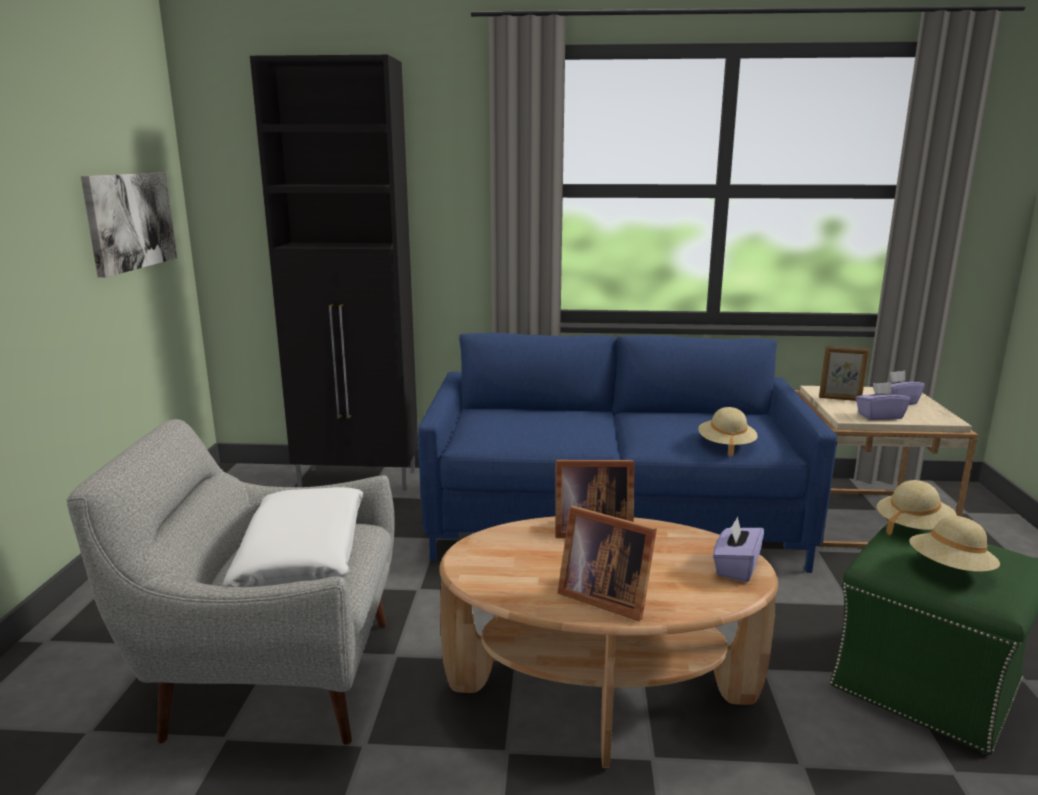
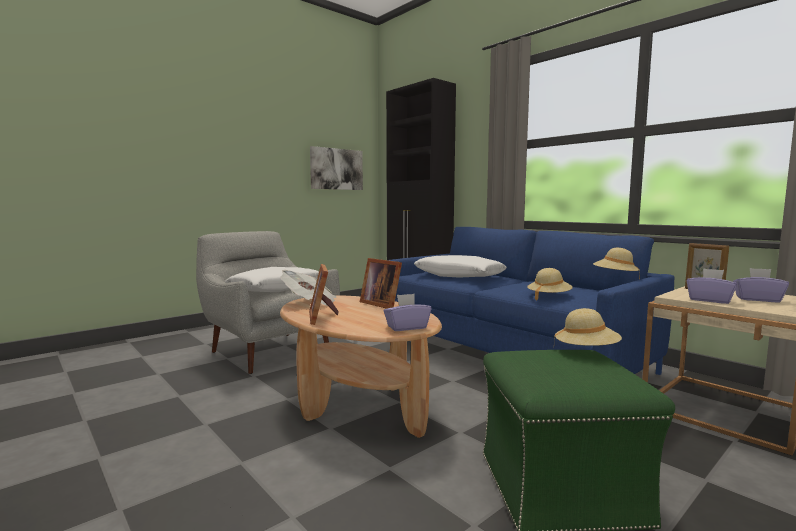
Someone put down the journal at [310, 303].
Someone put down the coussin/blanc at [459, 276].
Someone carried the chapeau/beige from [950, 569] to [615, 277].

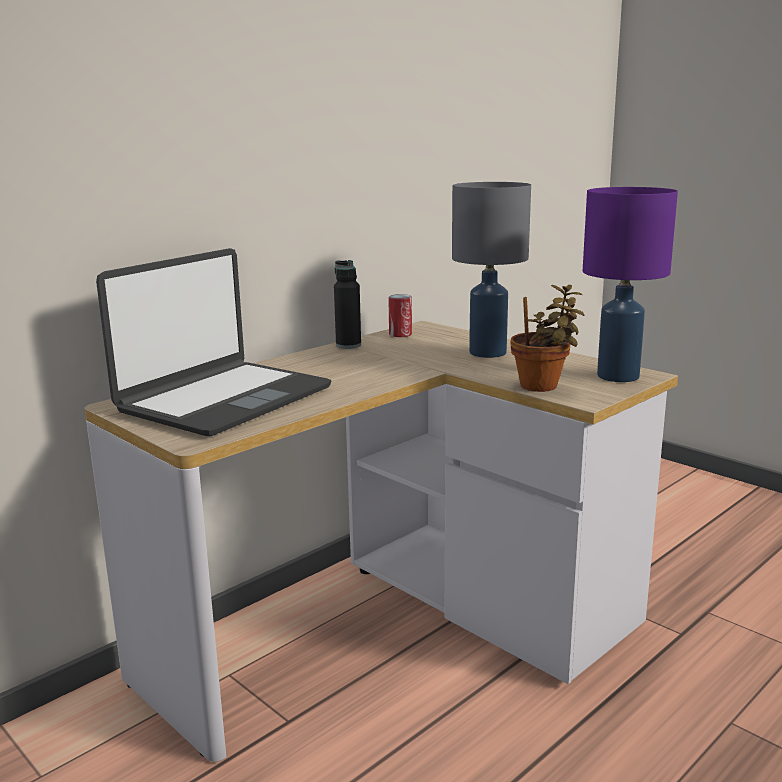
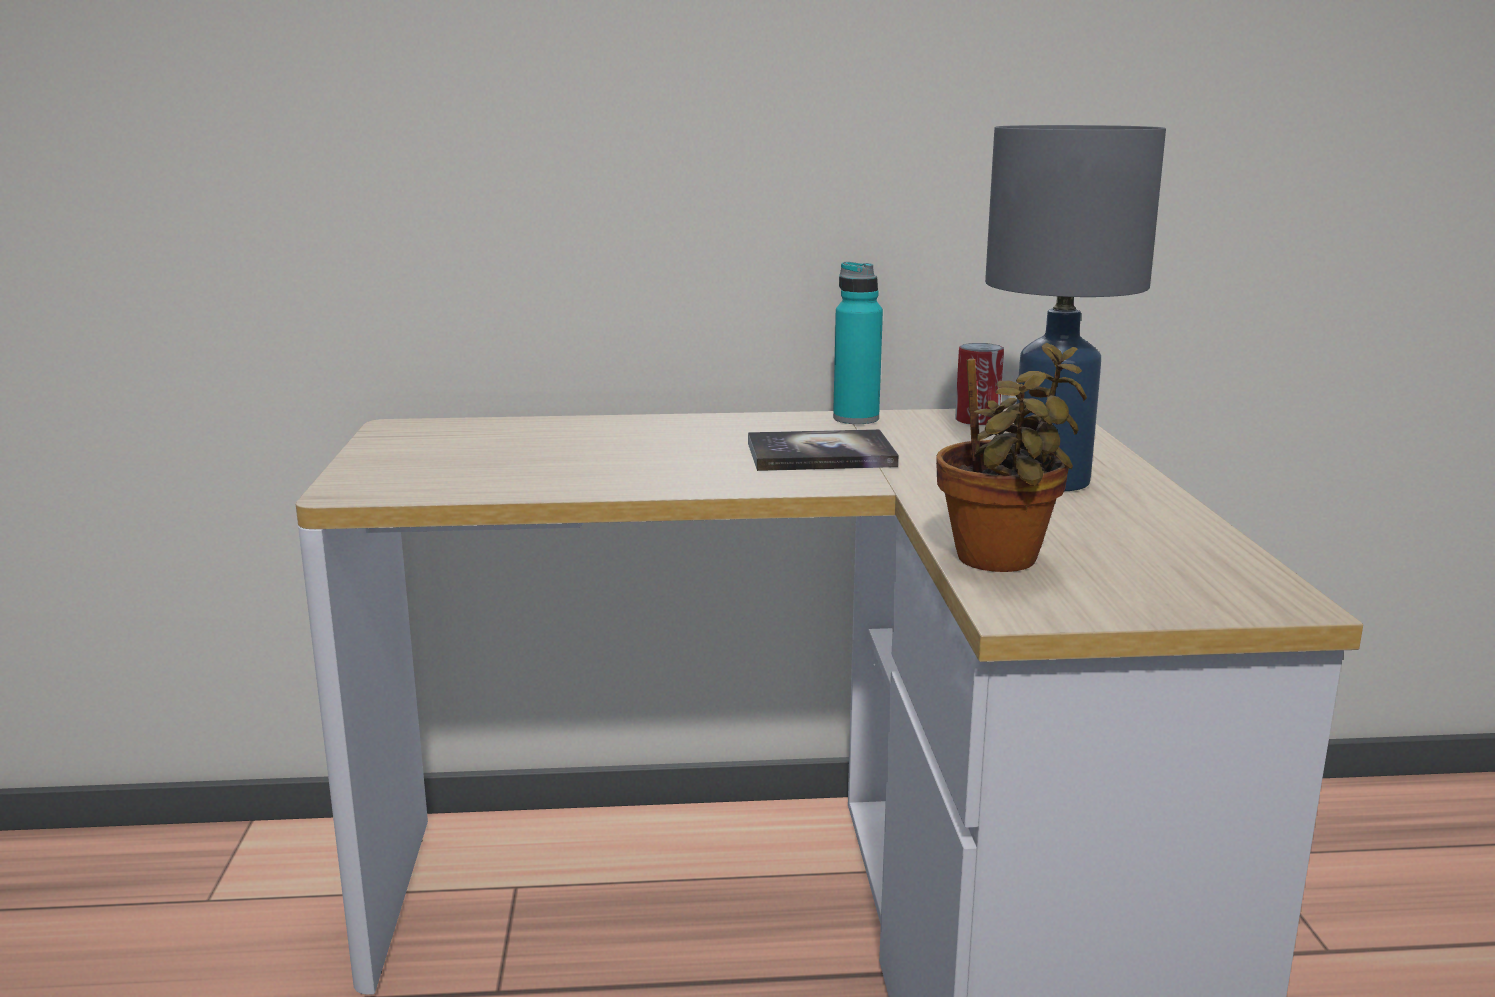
Someone put down the livre at [820, 455].
Someone repainted the bouteille/noir at [348, 345], which became the bouteille/turquoise at [856, 419].
Someone took away the ordinateur portable at [224, 399].
Someone took away the lampe de table/violet at [619, 376].

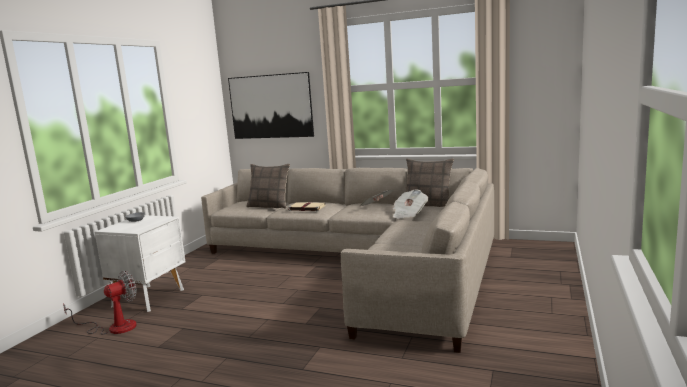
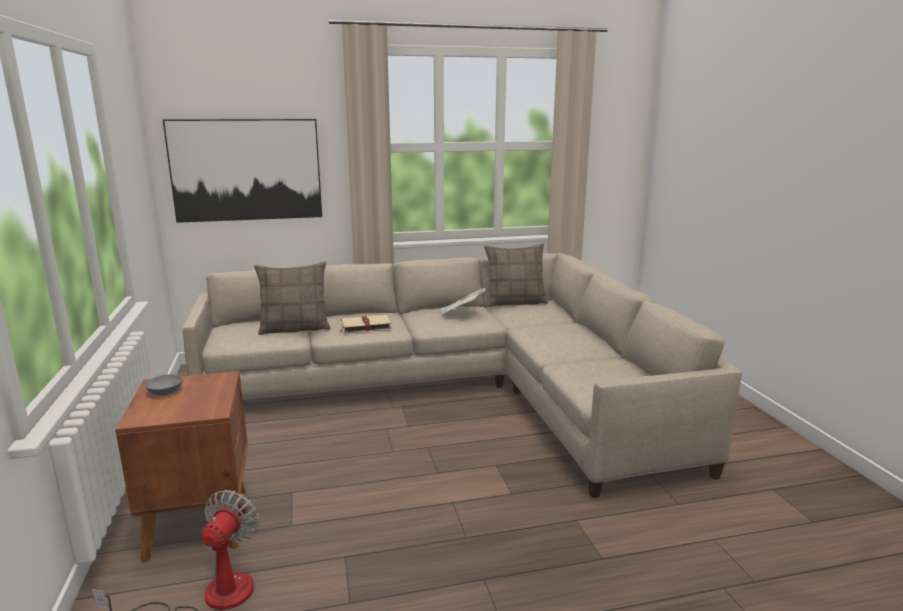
Someone repainted the table de chevet/blanc at [150, 297], which became the table de chevet/marron at [200, 522].
Someone took away the journal at [409, 214].

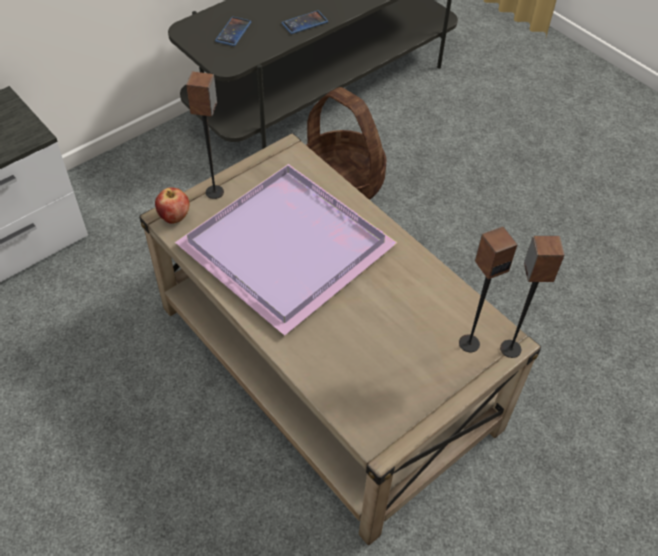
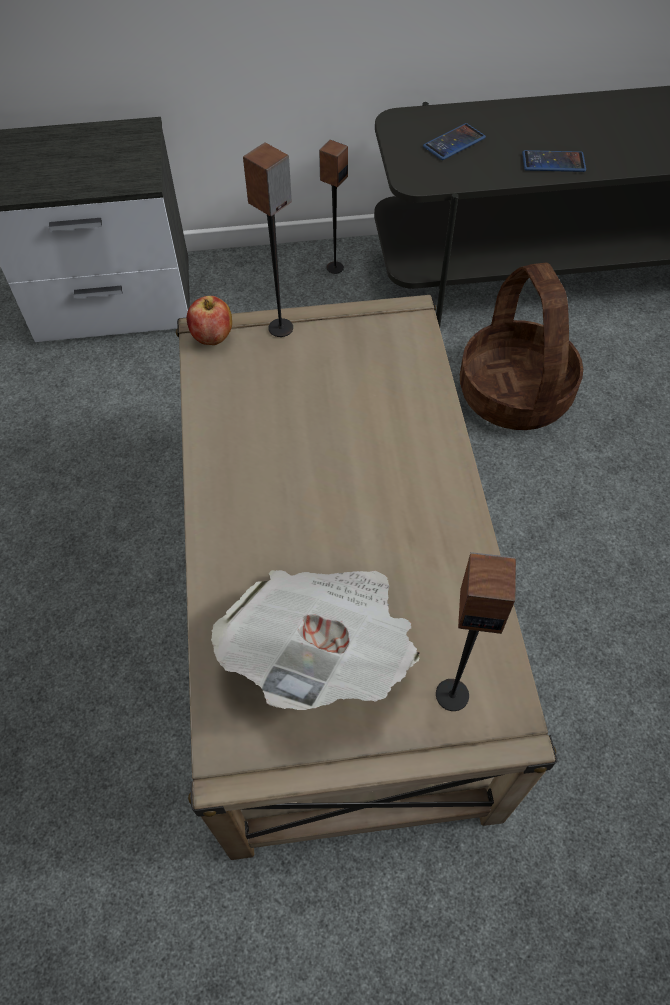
Someone put down the journal at [324, 648].
Someone carried the enceinte from [510, 349] to [334, 267].
Someone took away the plateau/violet at [291, 247].

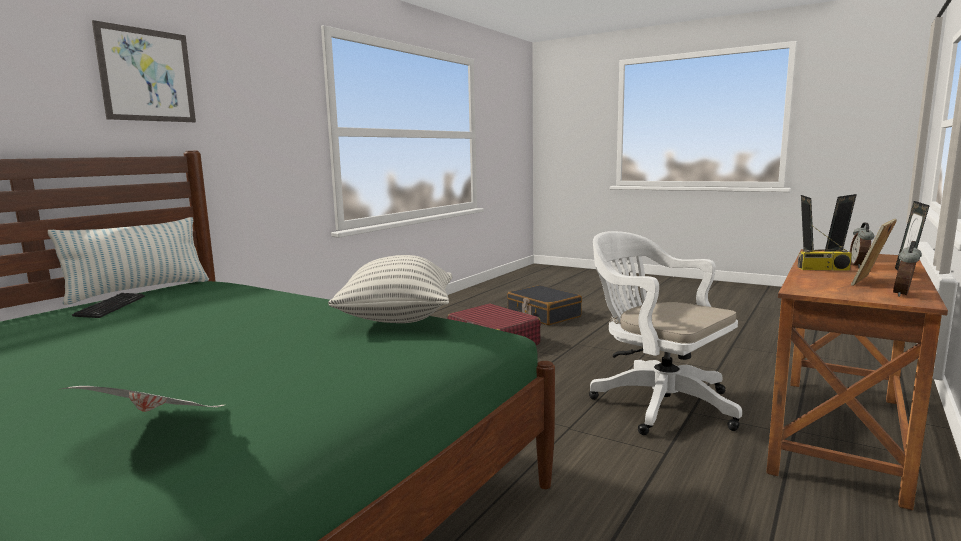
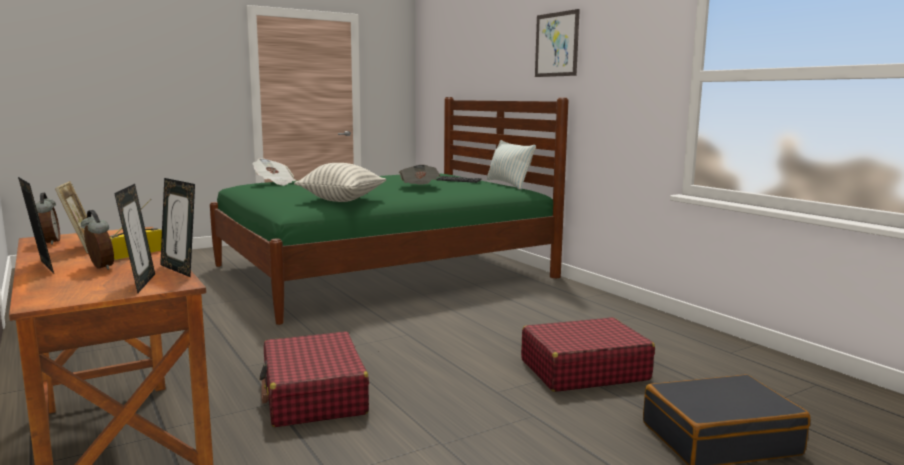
Someone swapped the chaise de bureau/blanc at [657, 403] for the valise/rouge at [314, 395].
Someone put down the journal at [419, 187].

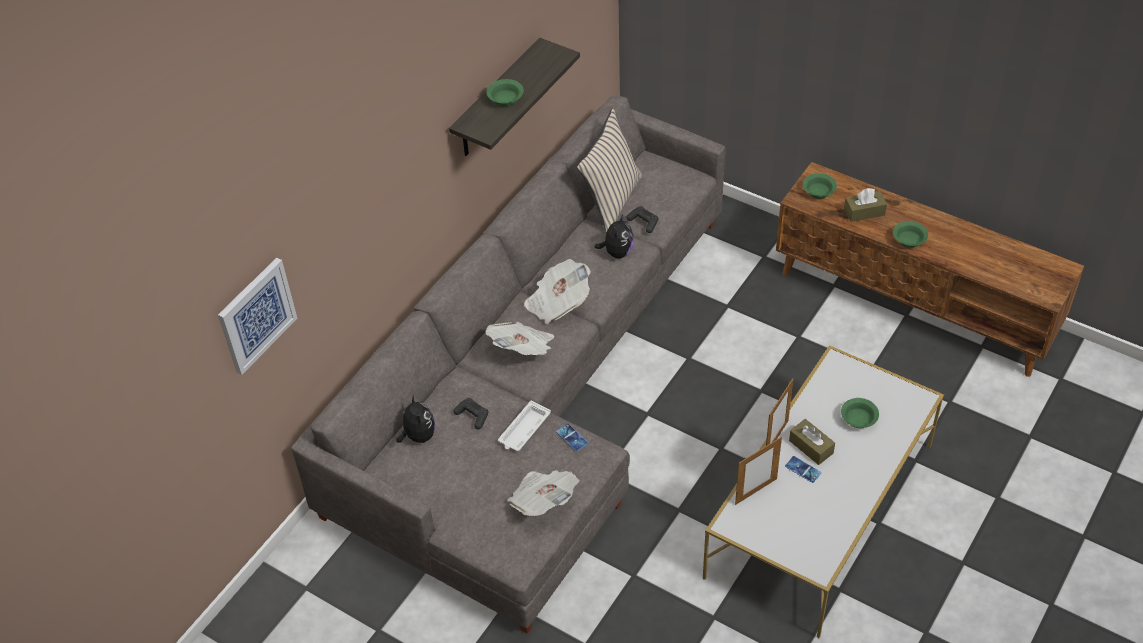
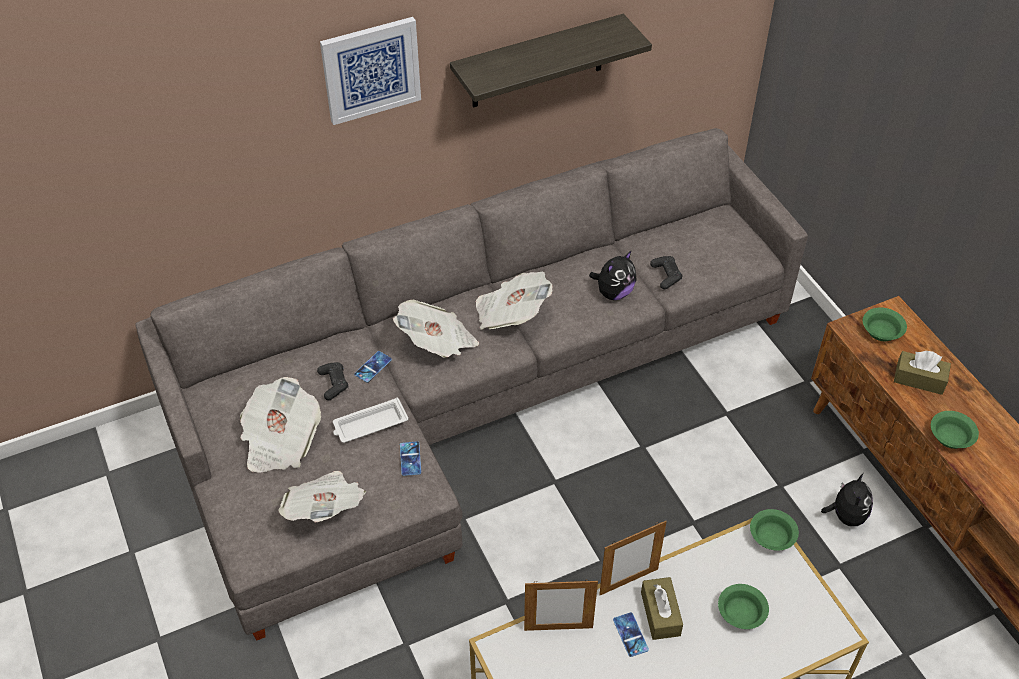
Someone put down the journal at [280, 441].
Someone carried the tableau from [256, 315] to [371, 69].
Someone put down the téléphone at [373, 367].
Someone carried the bol/vert from [506, 99] to [773, 536].
Someone carried the peluche from [418, 436] to [845, 516].
Someone took away the coussin/beige at [611, 201].

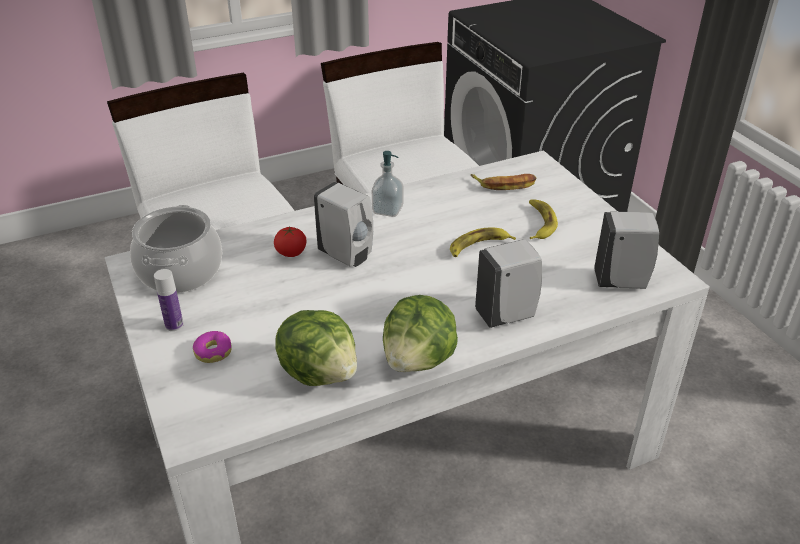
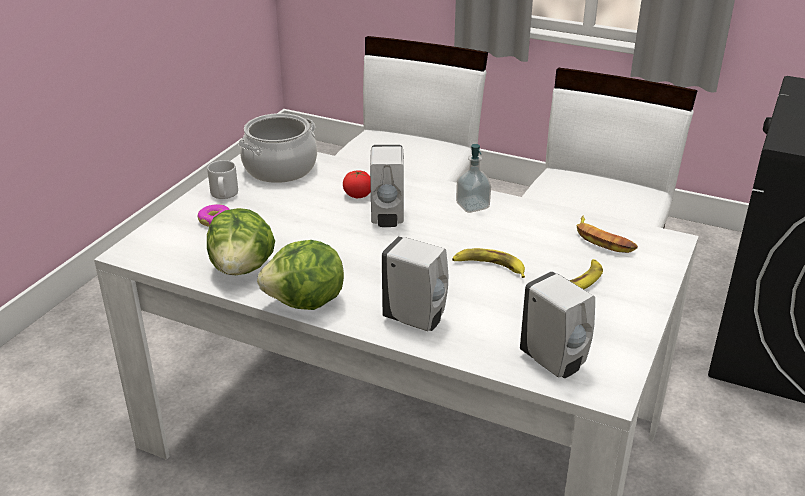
Someone swapped the bouteille at [174, 325] for the mug/gris at [224, 194].

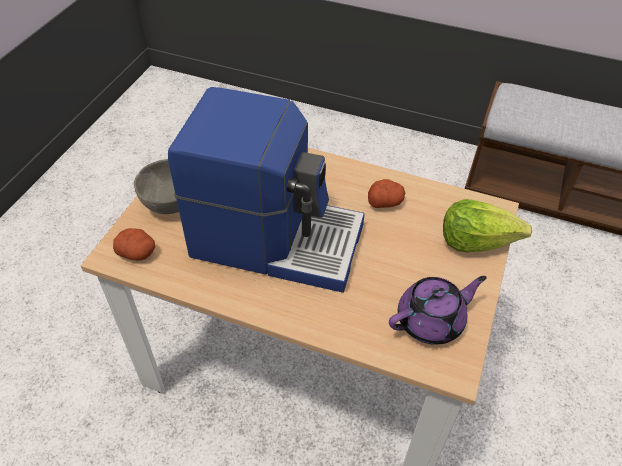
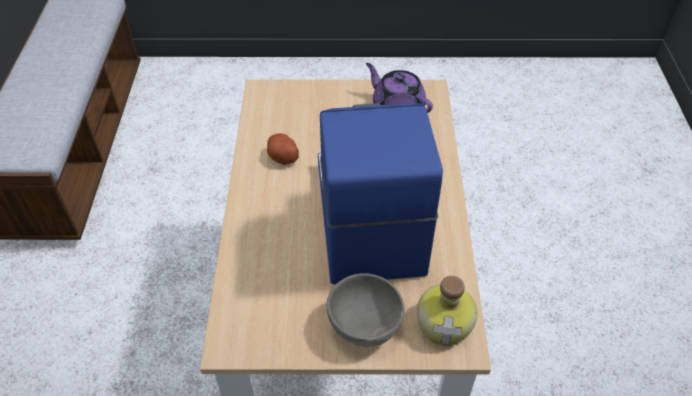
Someone swapped the pomme de terre at [138, 252] for the bouteille at [445, 323].
Someone took away the laitue at [477, 240].

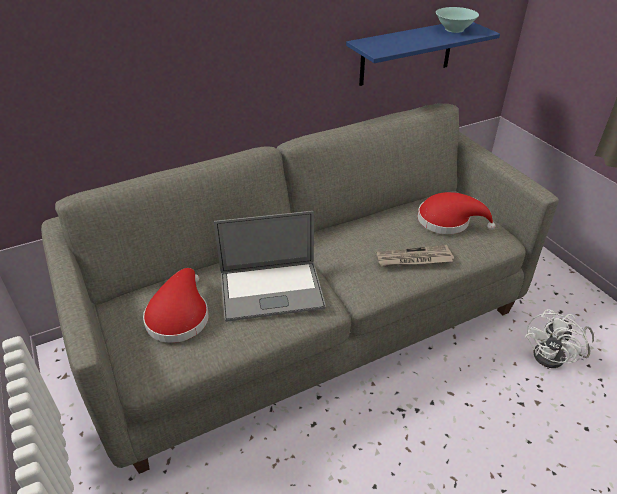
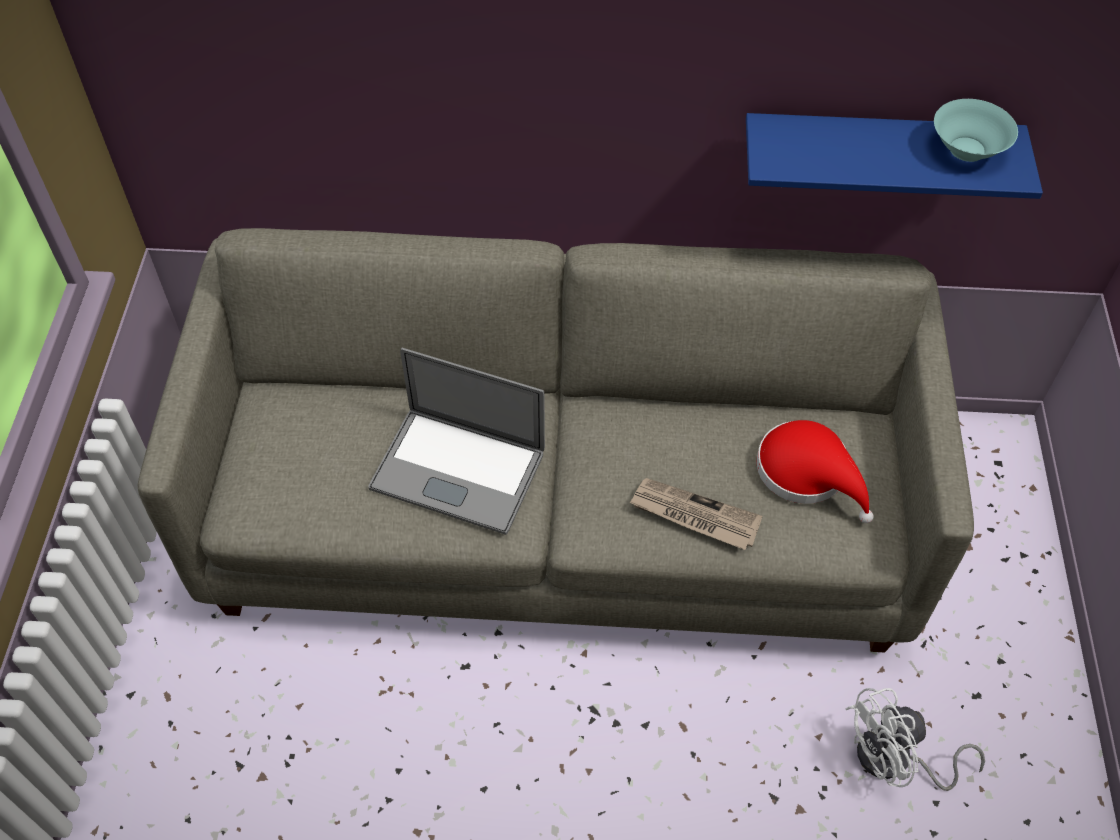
Someone took away the chapeau/rouge at [179, 315].

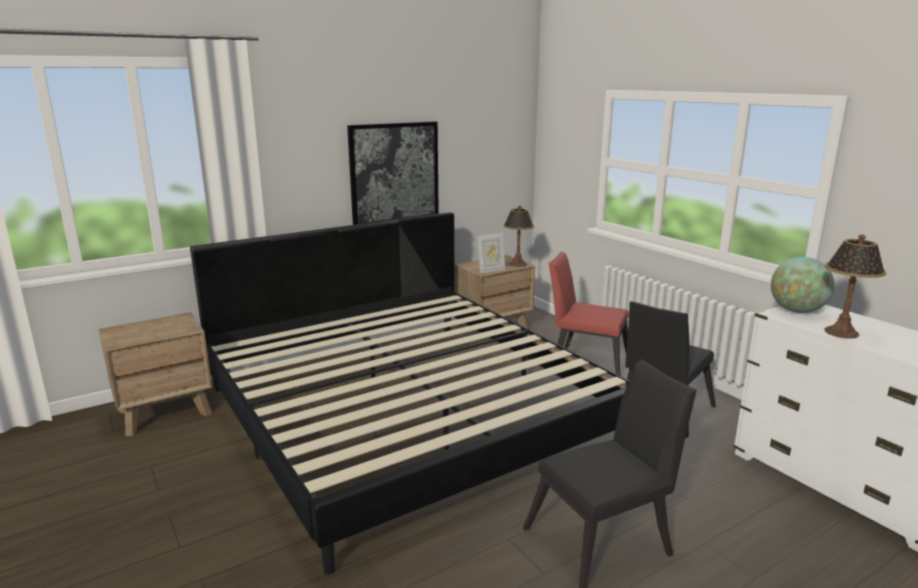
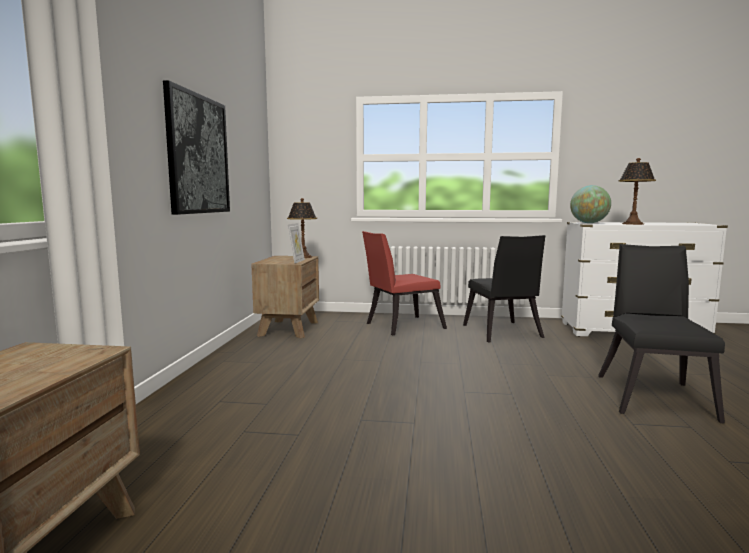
Someone took away the lit at [406, 413].

